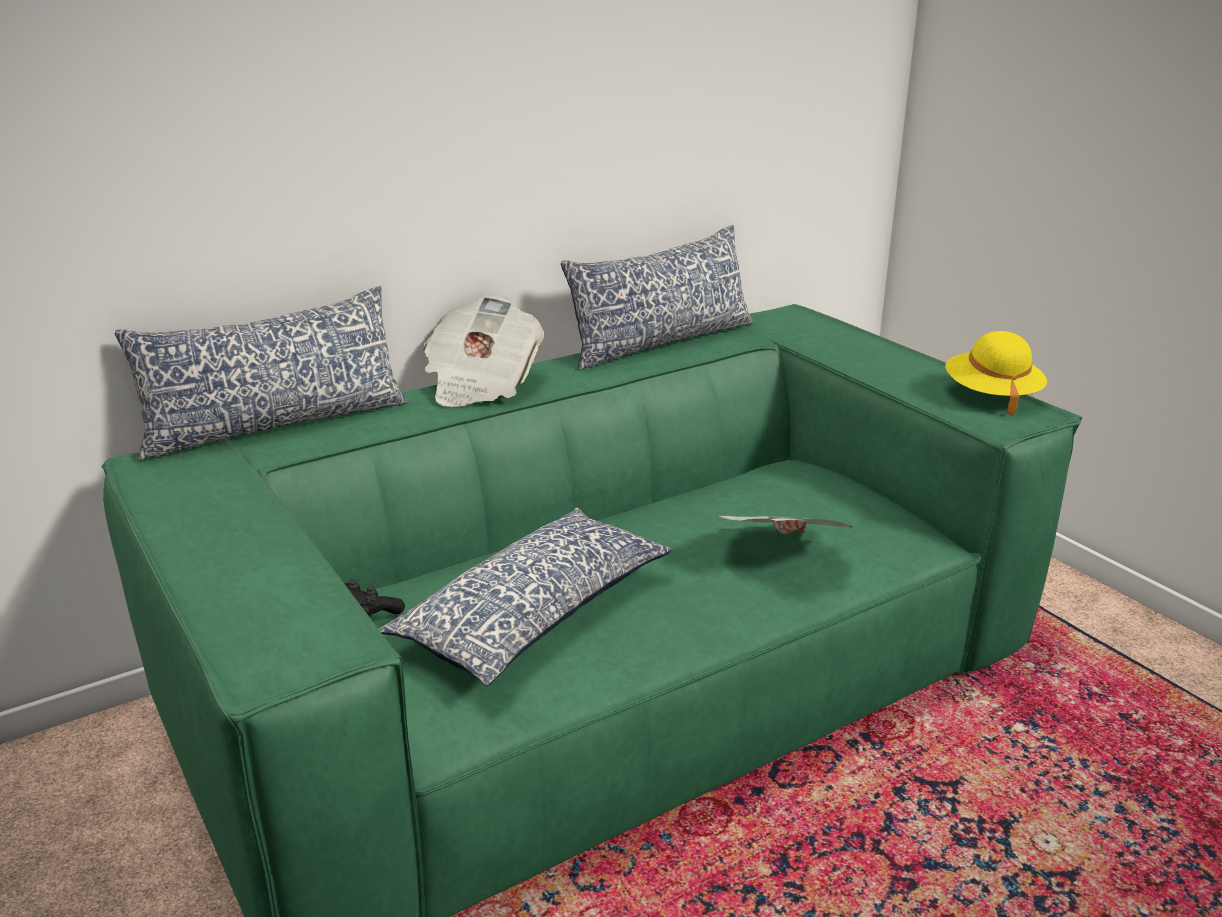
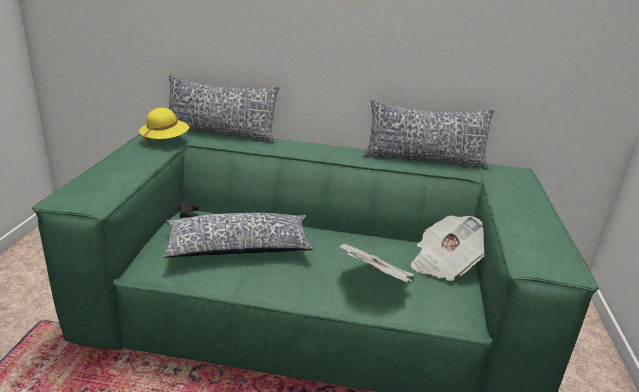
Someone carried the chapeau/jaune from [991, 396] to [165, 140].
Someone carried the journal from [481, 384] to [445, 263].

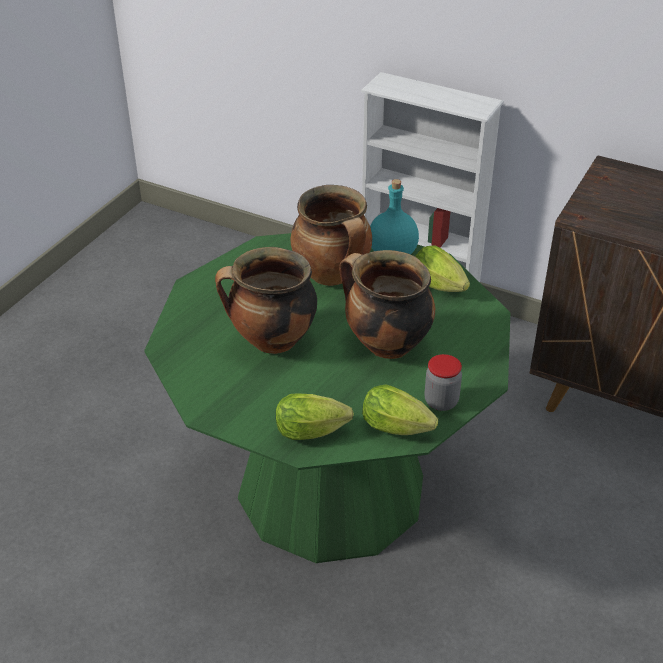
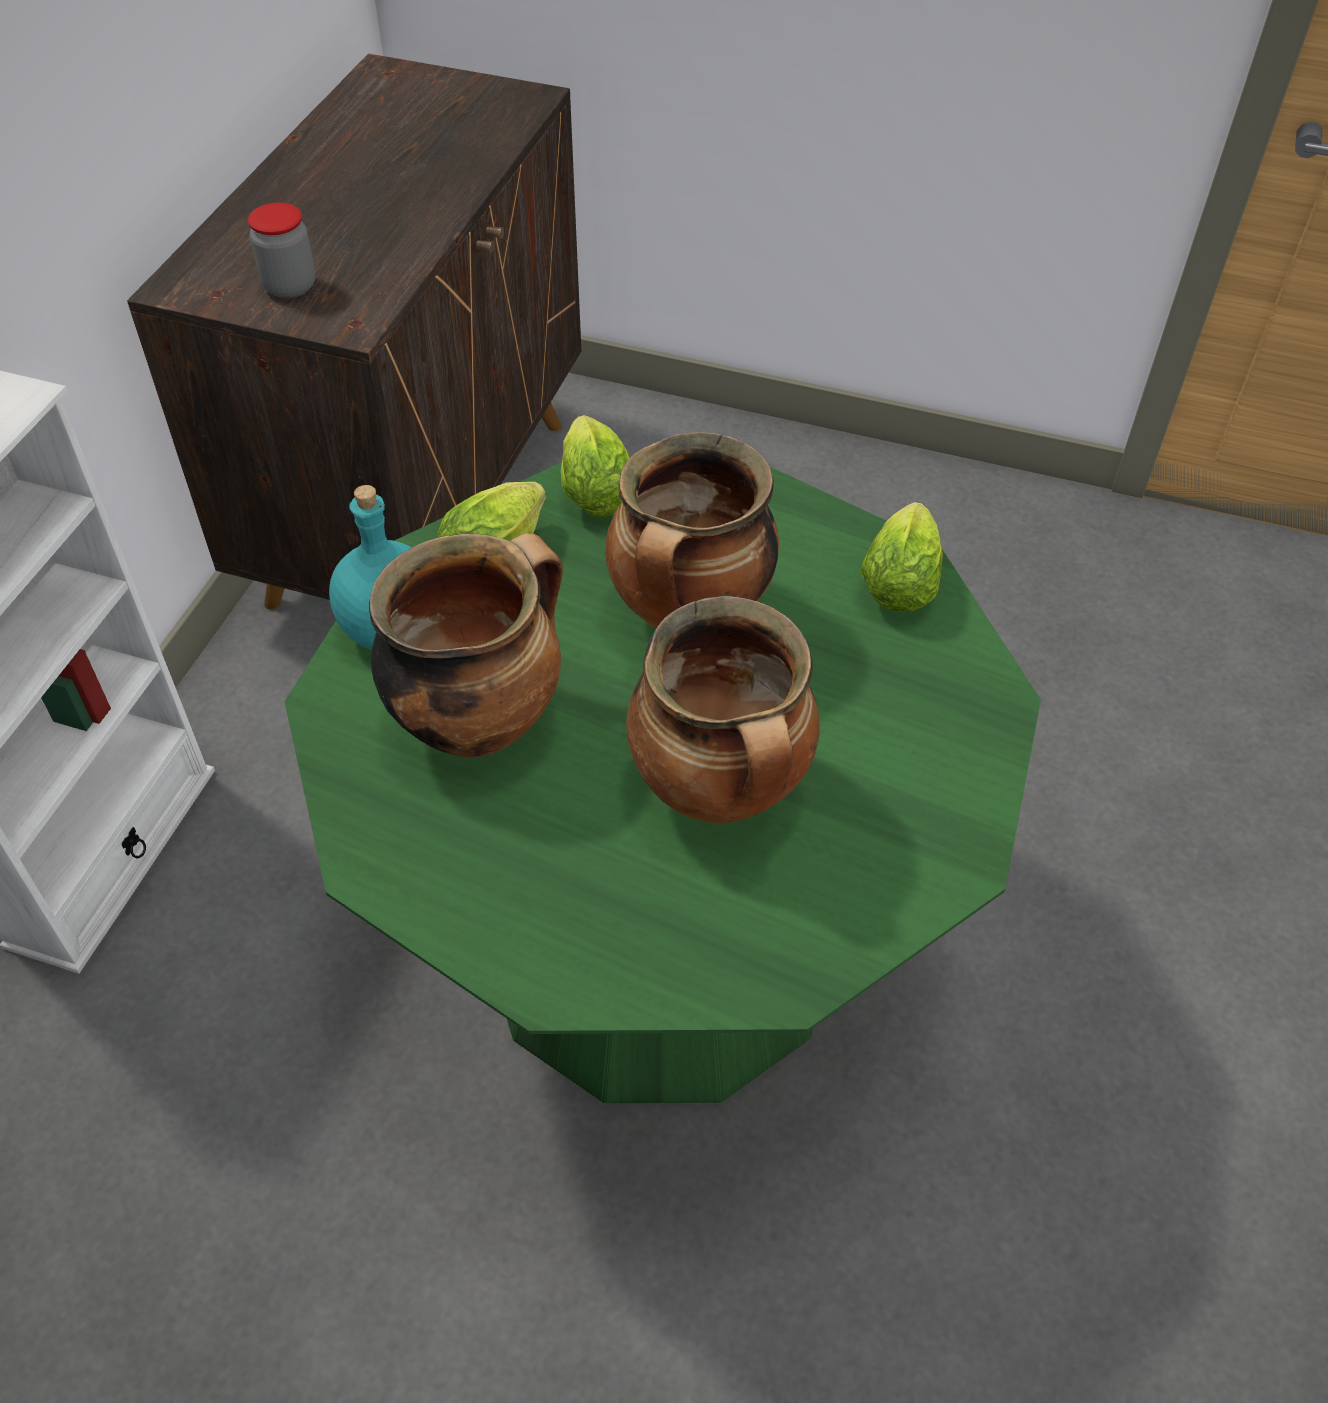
Someone carried the bocal from [441, 401] to [290, 286].
Someone carried the laitue from [315, 431] to [594, 489].

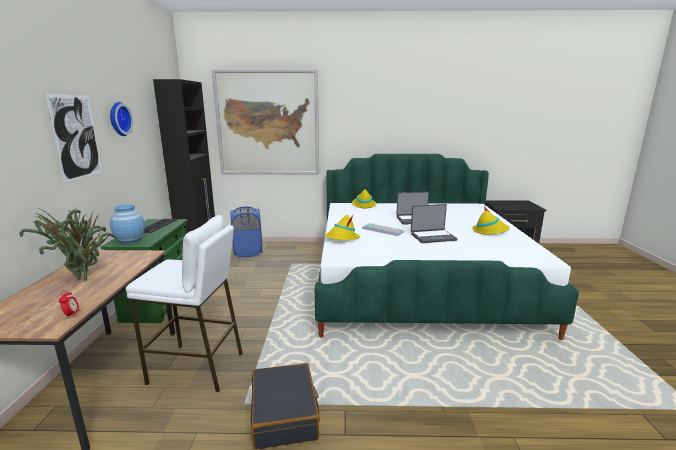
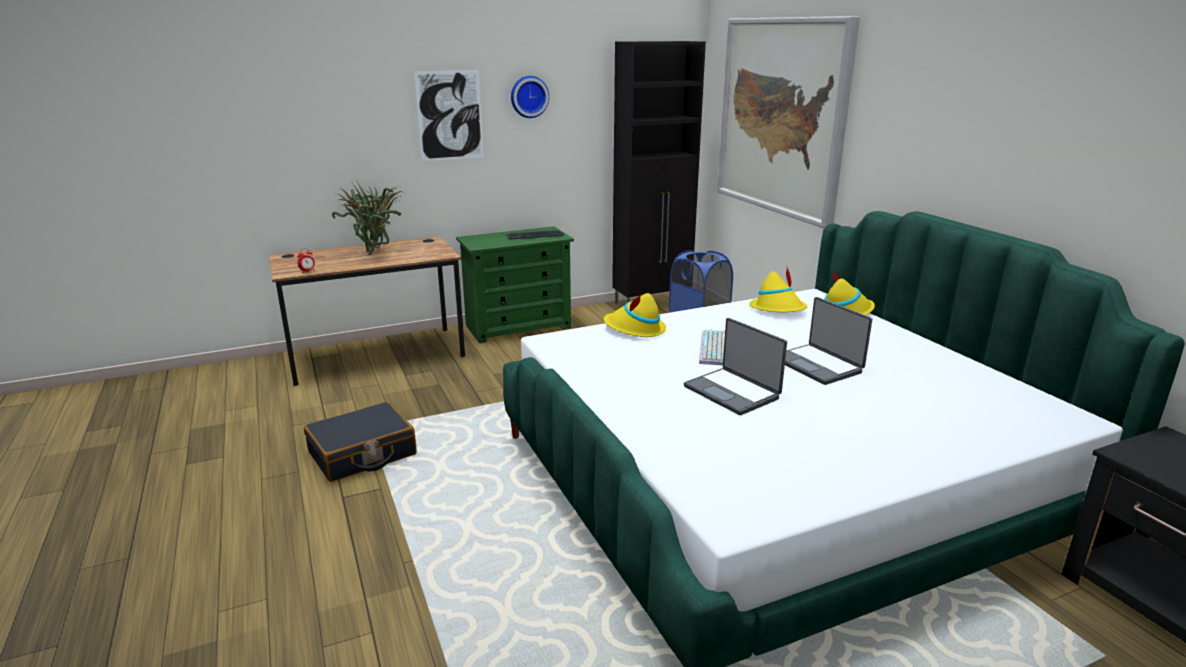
Someone carried the chapeau/jaune from [490, 231] to [778, 309].
Someone took away the vase/bleu at [130, 240].
Someone took away the tabouret/blanc at [197, 368].

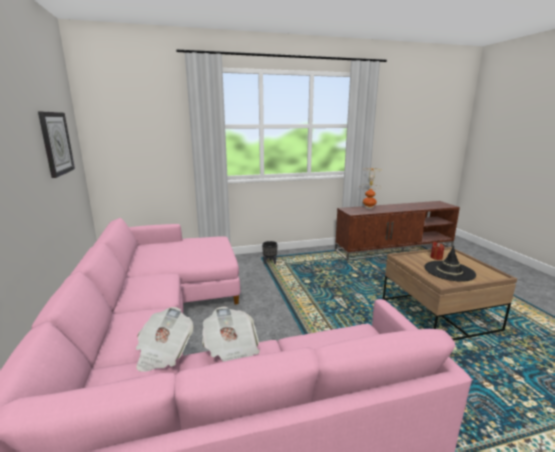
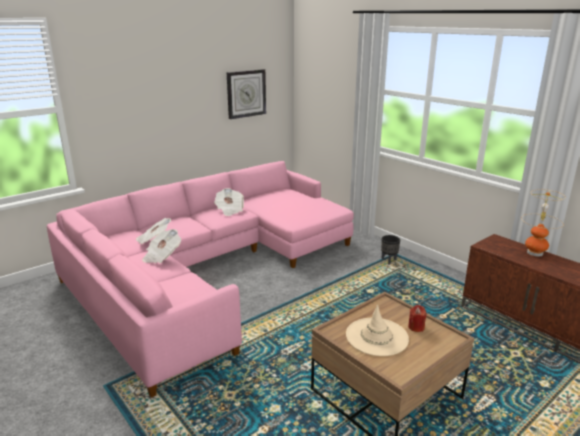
Someone put down the journal at [229, 210].
Someone repainted the chapeau/noir at [449, 271], which became the chapeau/beige at [377, 337].

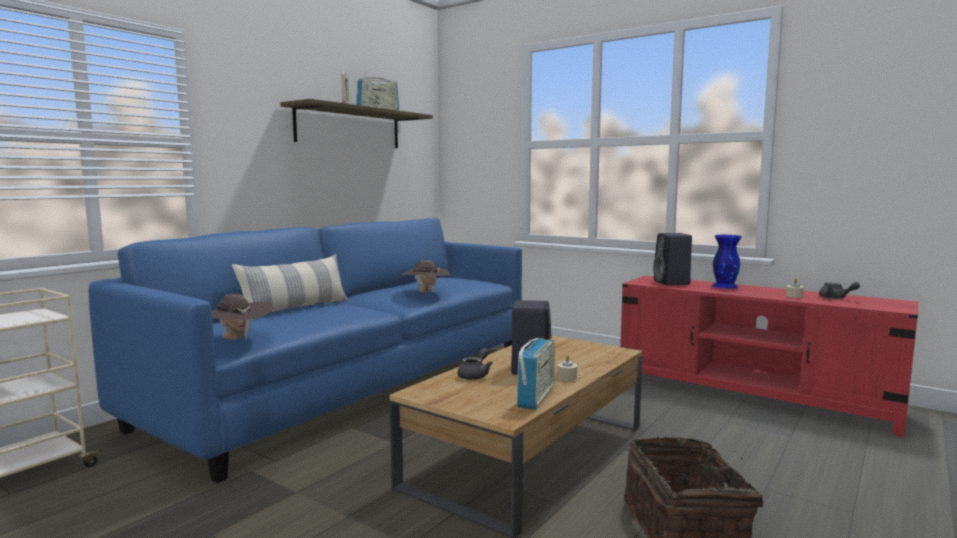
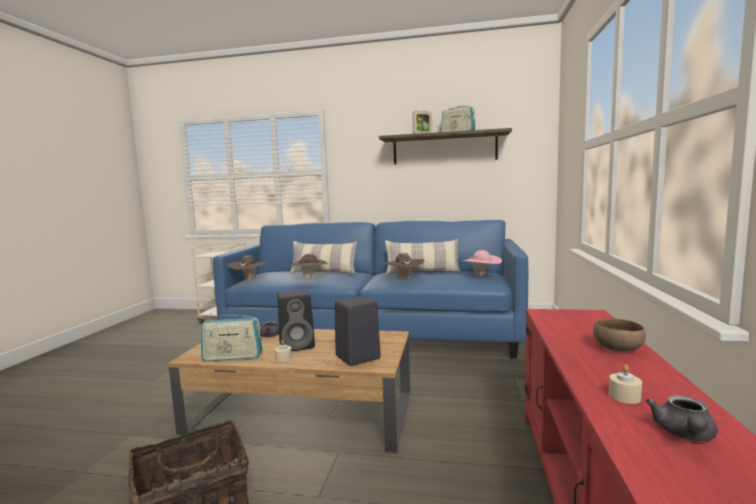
Someone put down the chapeau/marron at [310, 278].
Someone carried the enceinte/noir from [672, 283] to [357, 358].
Someone put down the coussin at [422, 272].
Someone put down the chapeau/rose at [482, 276].
Someone swapped the vase/bleu at [724, 286] for the bol/marron at [618, 348].

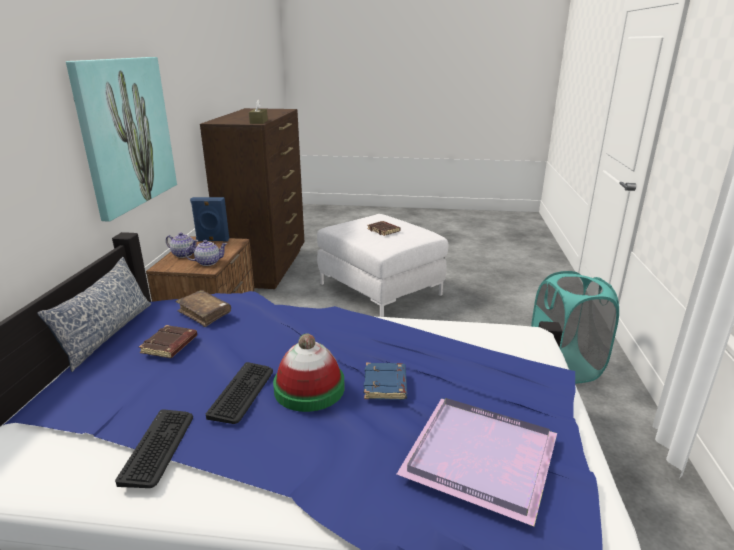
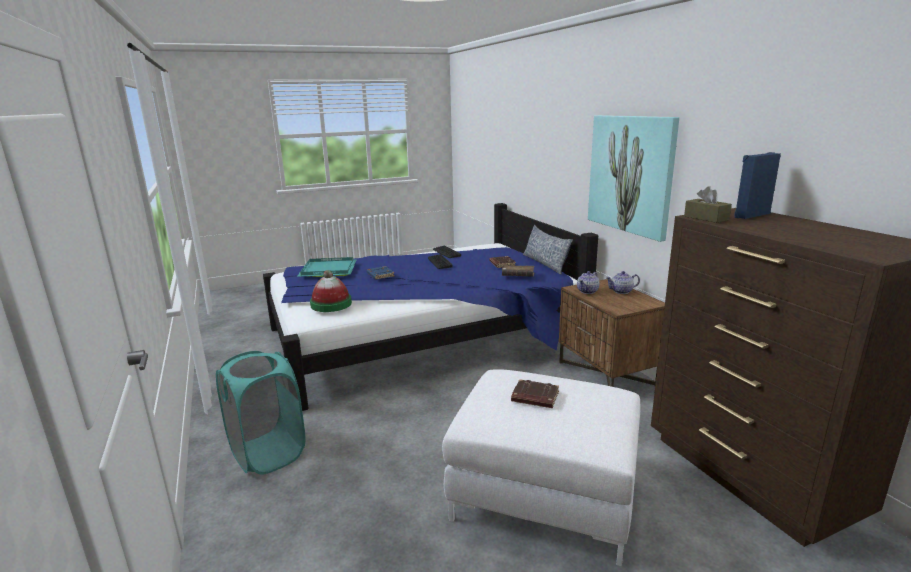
Someone repainted the plateau/violet at [481, 460], which became the plateau/turquoise at [327, 269].
Someone carried the chapeau from [309, 388] to [331, 304].
Someone carried the enceinte/bleu from [212, 240] to [751, 215].

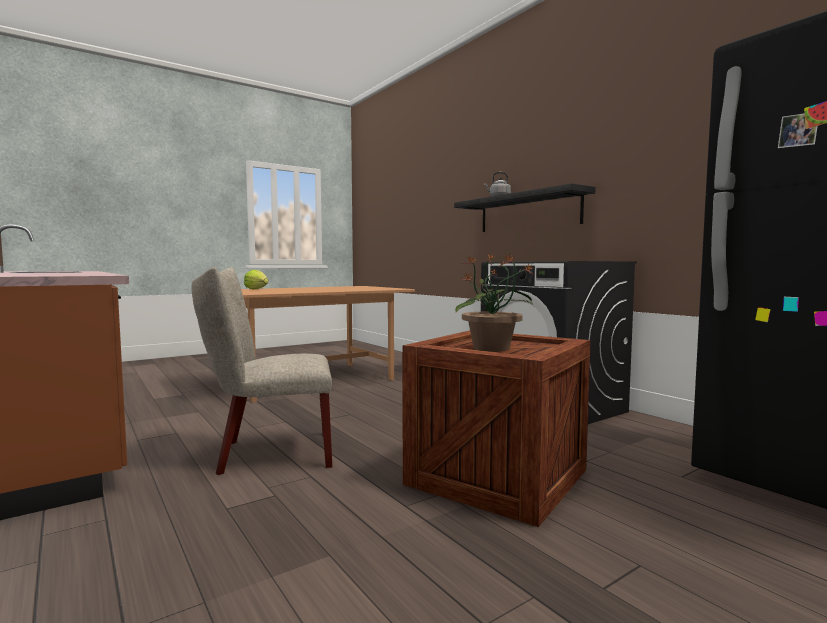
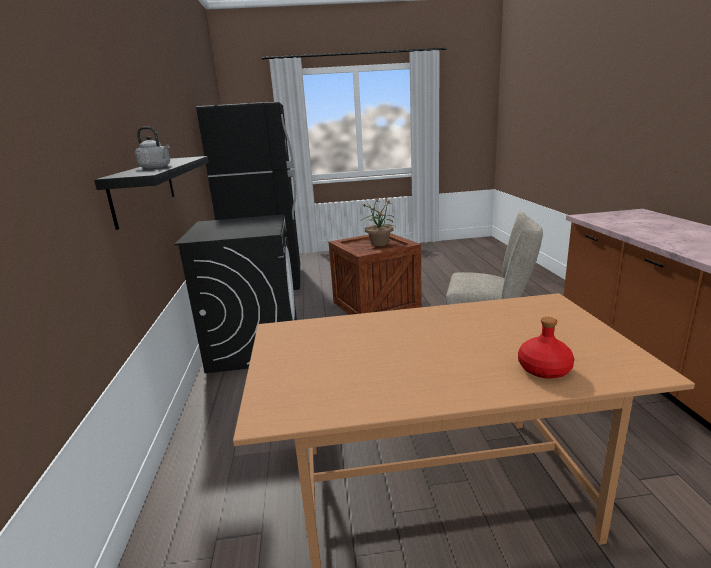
Someone swapped the laitue at [257, 289] for the bouteille/rouge at [544, 369].

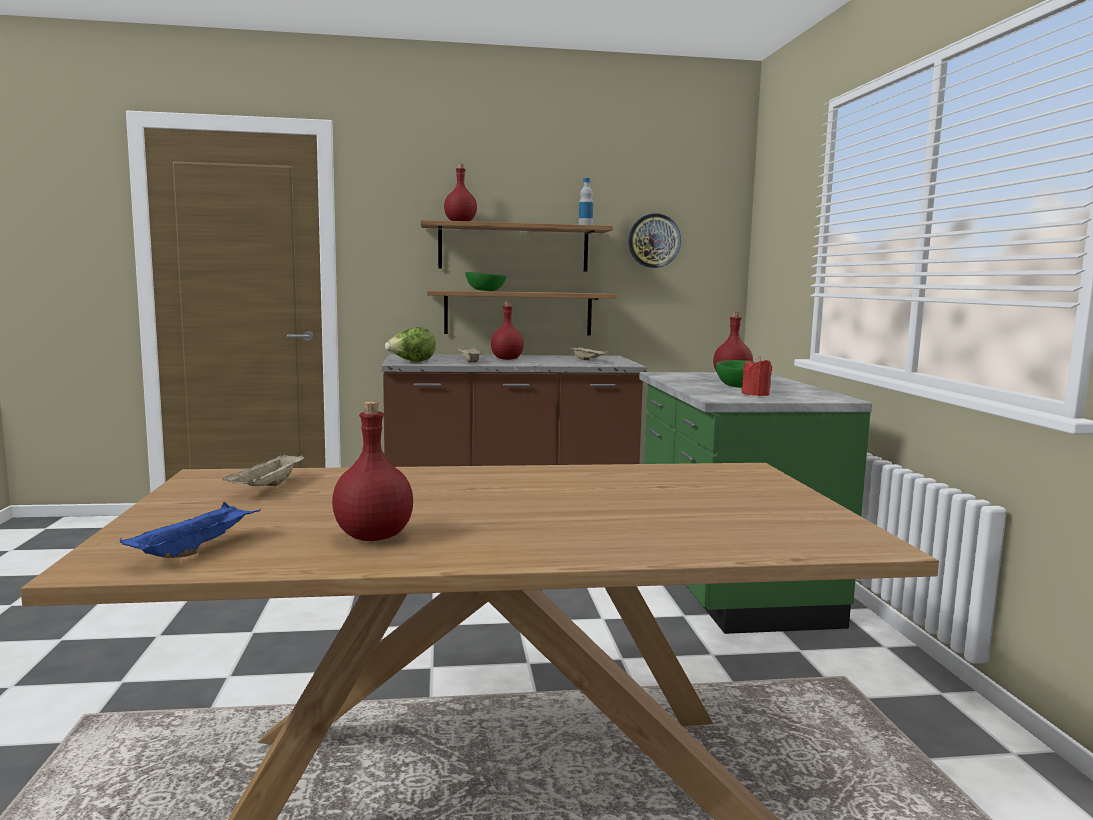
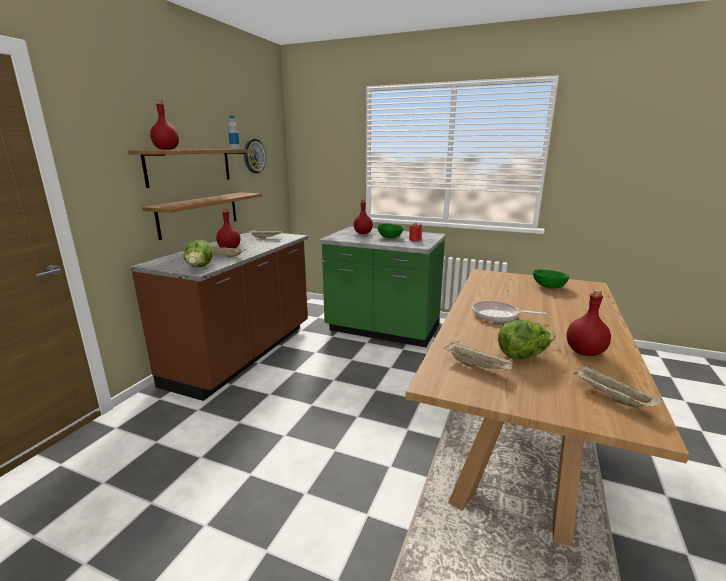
Someone put down the poêle at [498, 315].
Someone put down the laitue at [523, 355].
Someone carried the bol/vert from [485, 290] to [549, 286].
Someone repainted the plateau/bleu at [195, 549], which became the plateau/beige at [610, 397].

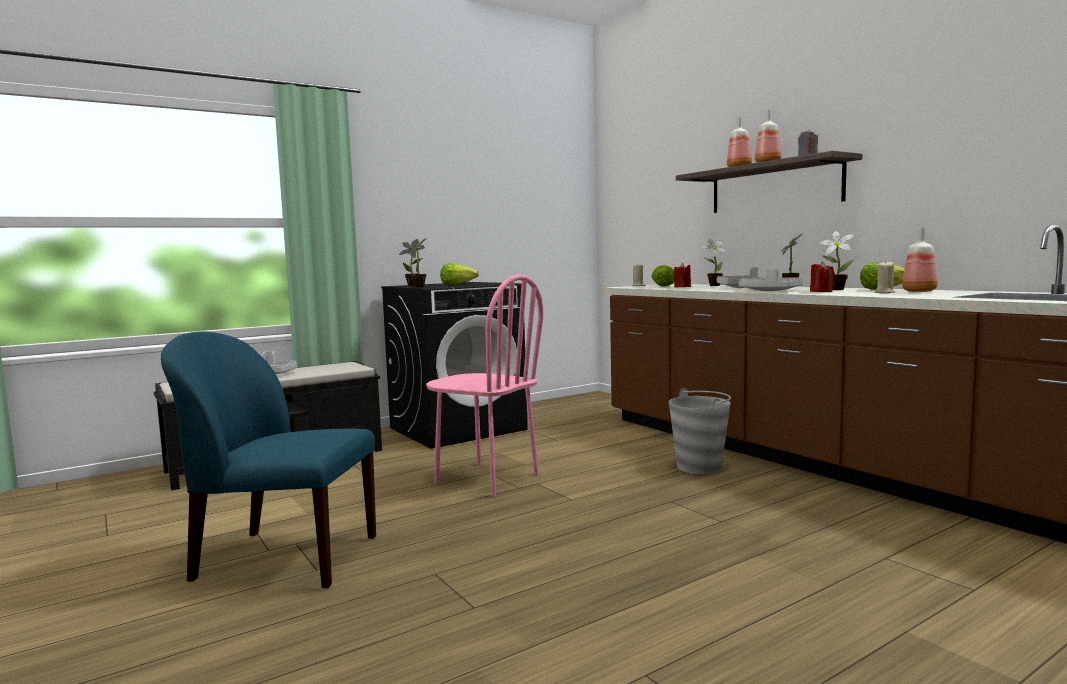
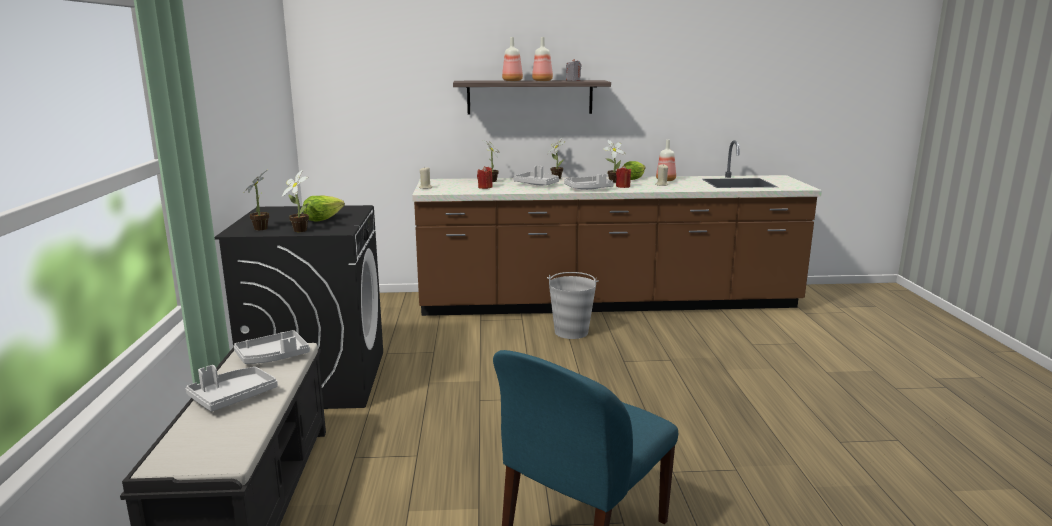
Someone put down the plateau/gris at [273, 357].
Someone took away the chaise/rose at [486, 479].
Someone took away the laitue at [664, 286].

